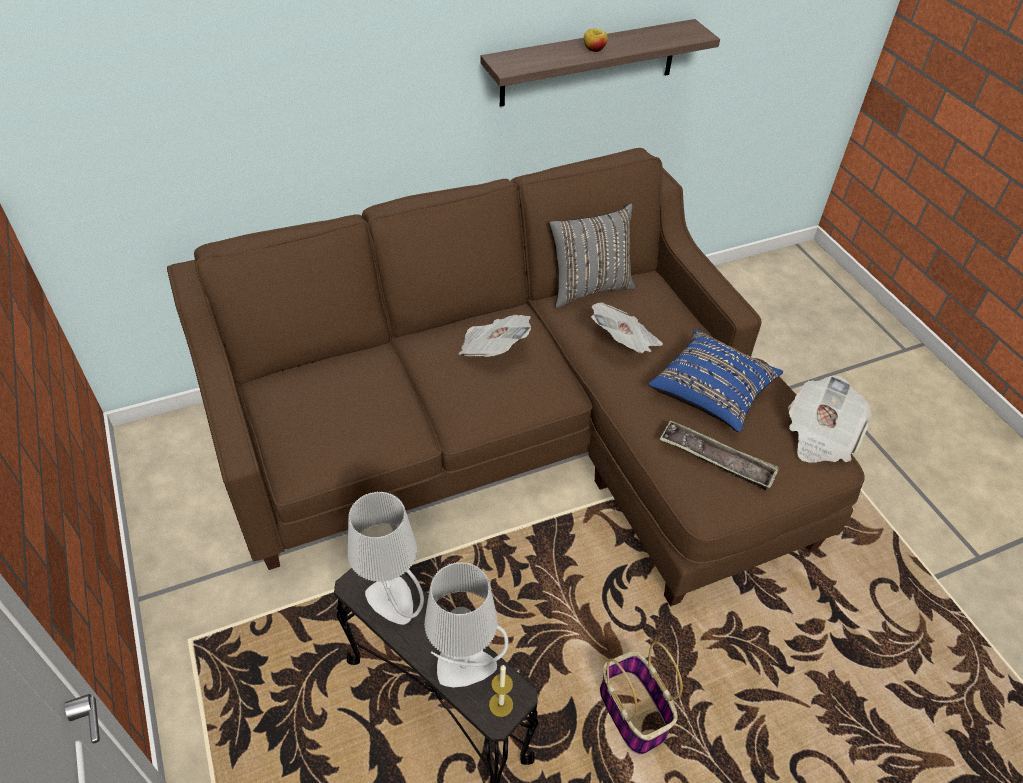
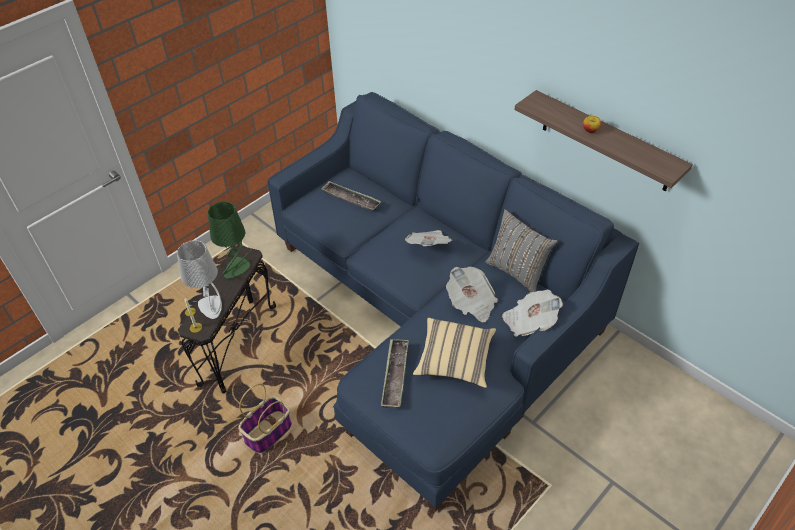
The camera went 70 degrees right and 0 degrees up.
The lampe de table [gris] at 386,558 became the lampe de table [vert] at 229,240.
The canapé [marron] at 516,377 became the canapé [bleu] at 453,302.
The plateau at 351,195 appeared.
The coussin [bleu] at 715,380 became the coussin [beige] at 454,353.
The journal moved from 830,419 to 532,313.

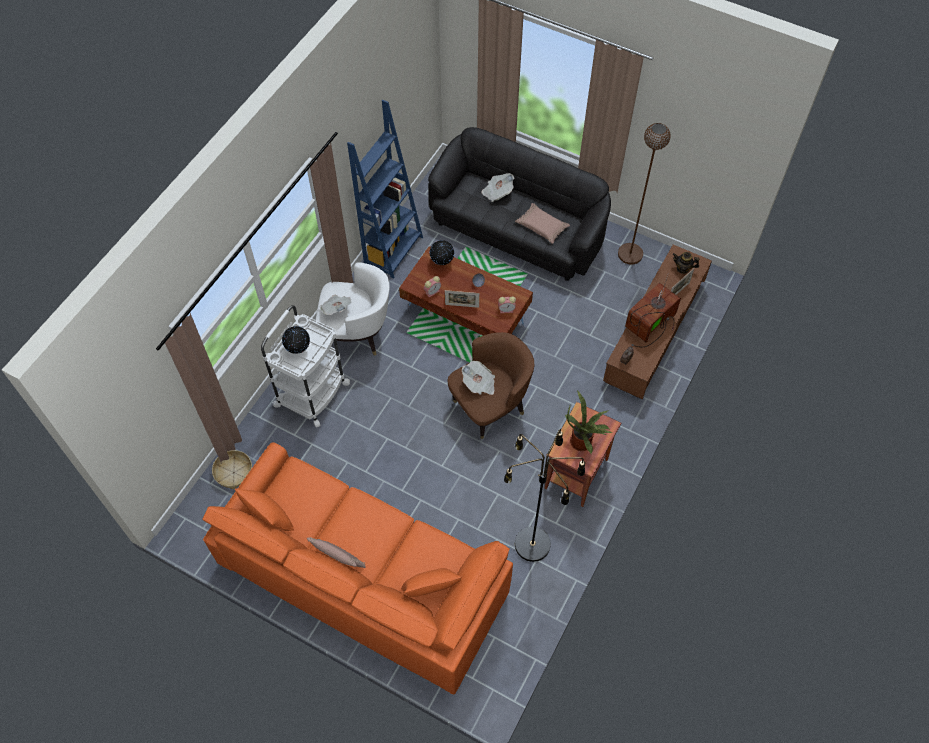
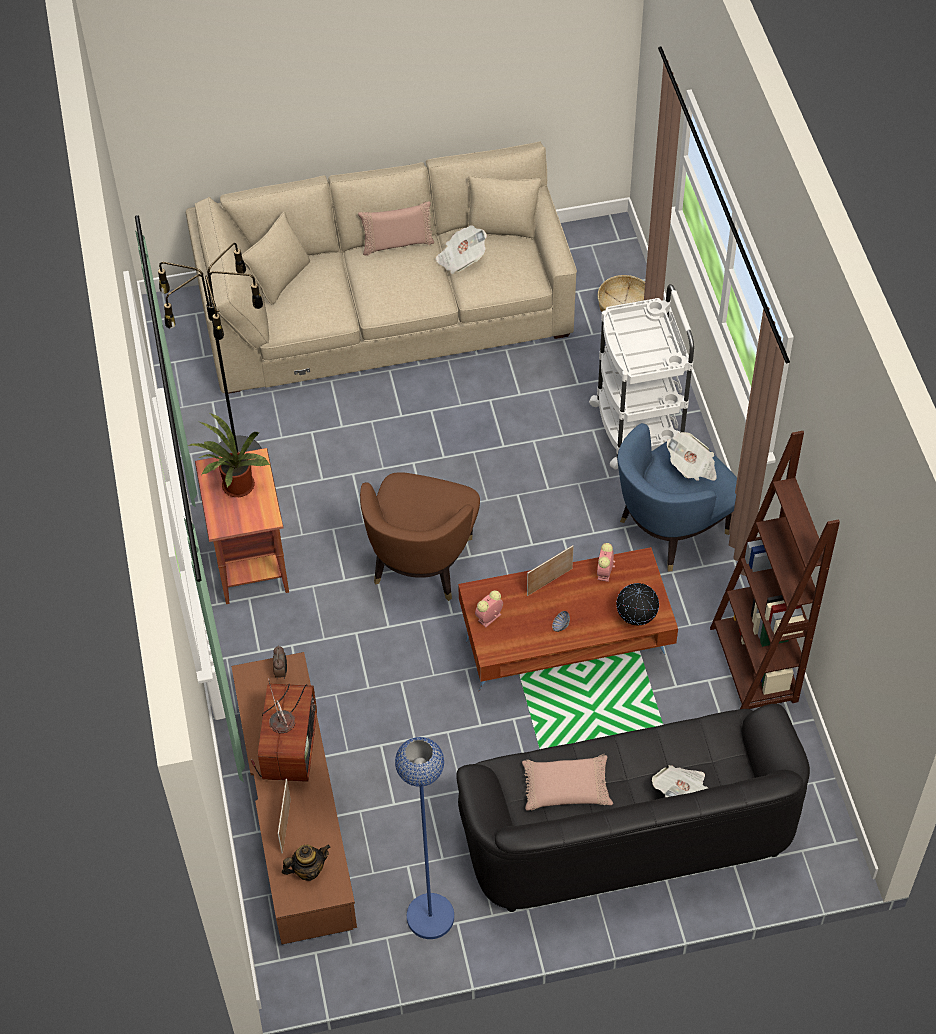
The camera went 140 degrees right and 5 degrees down.
The canapé [orange] at 357,568 became the canapé [beige] at 381,267.
The lampadaire [marron] at 644,193 became the lampadaire [bleu] at 424,838.
The journal moved from 478,378 to 461,249.
The fauteuil [blanc] at 353,309 became the fauteuil [bleu] at 677,497.
The bibliothèque [bleu] at 385,189 became the bibliothèque [marron] at 775,570.
The globe at 296,340 disappeared.

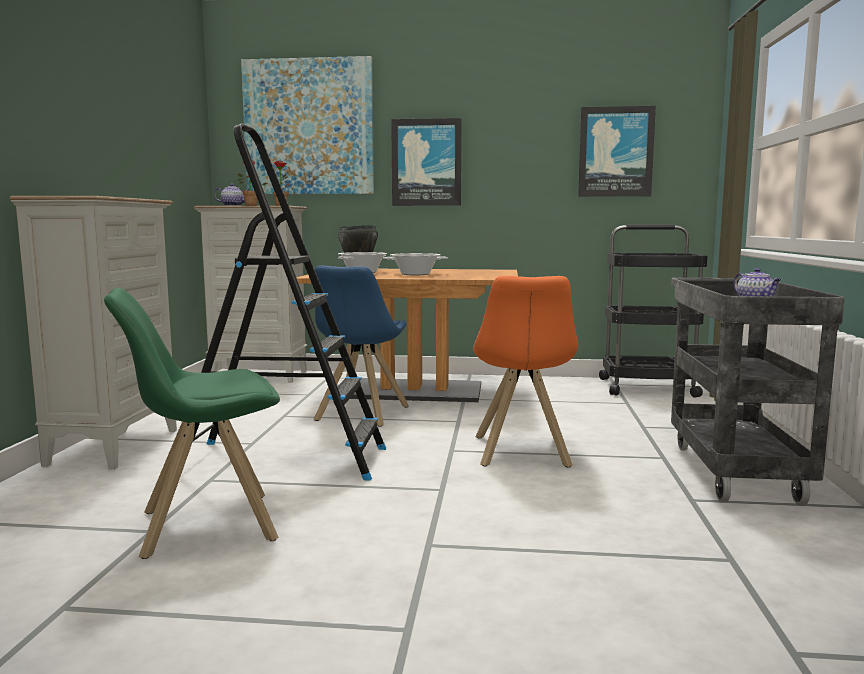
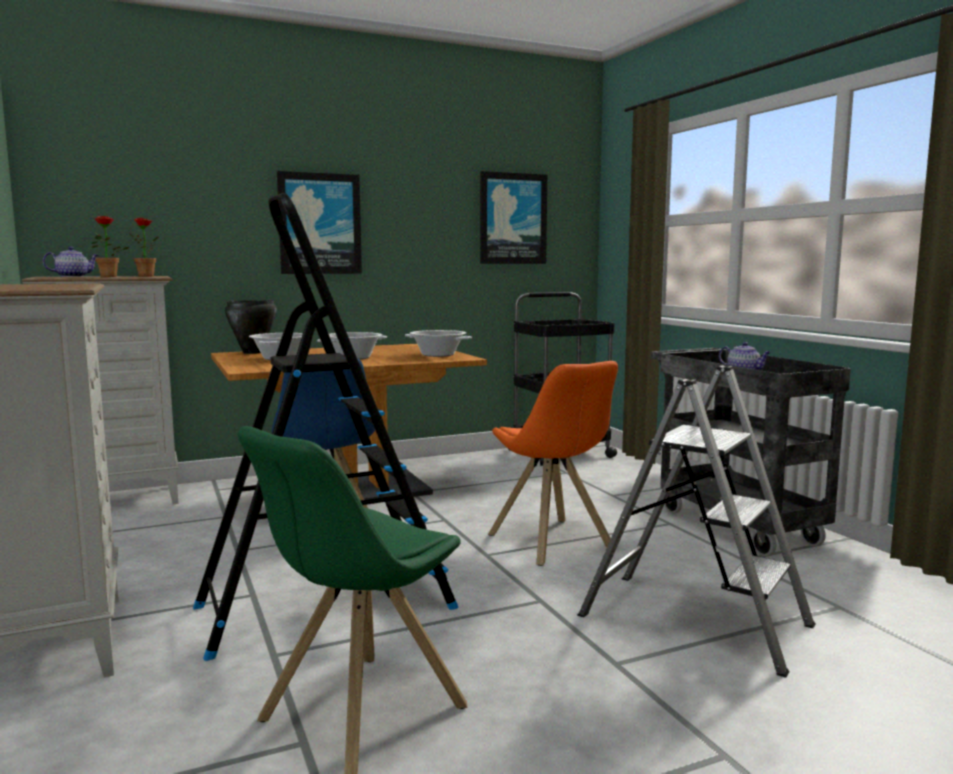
The camera went 30 degrees left and 0 degrees up.
The marmite at 438,343 appeared.
The escabeau [gris] at 696,521 appeared.
The tableau at 307,125 disappeared.

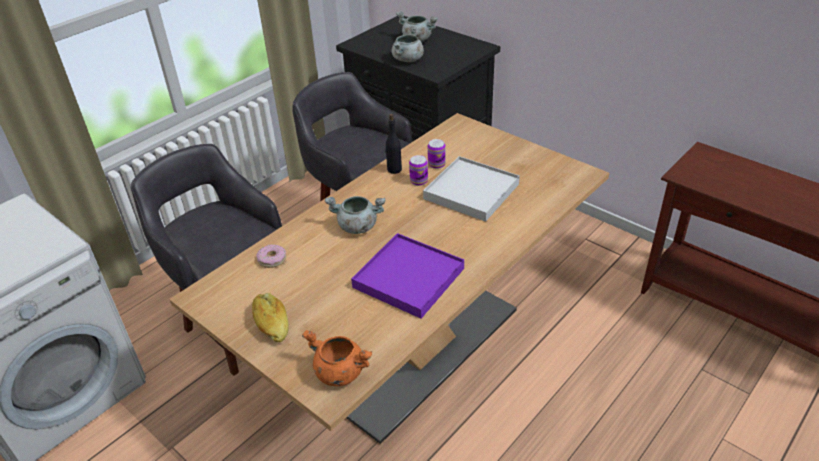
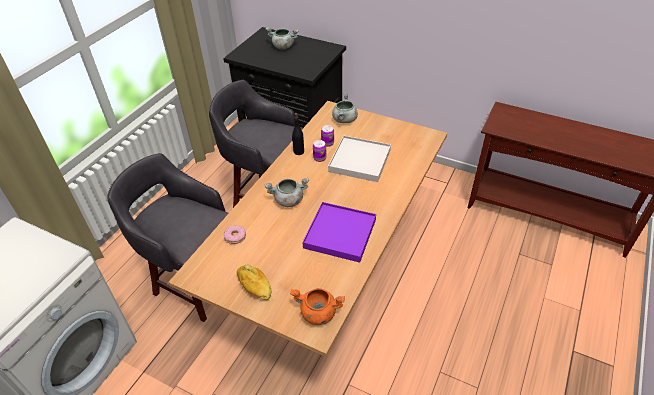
The camera went 15 degrees left and 5 degrees up.
The marmite [gris] moved from 408,44 to 345,108.

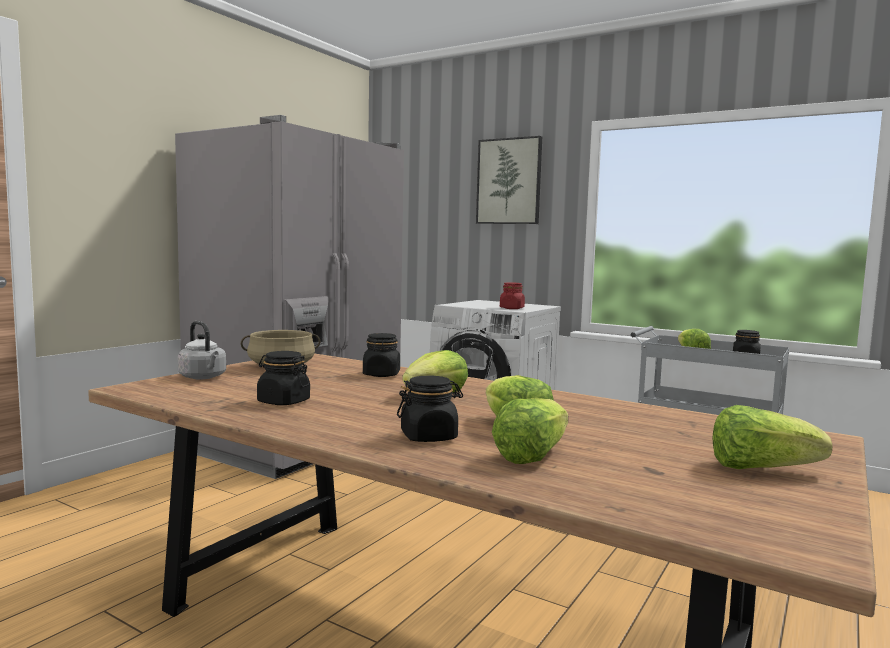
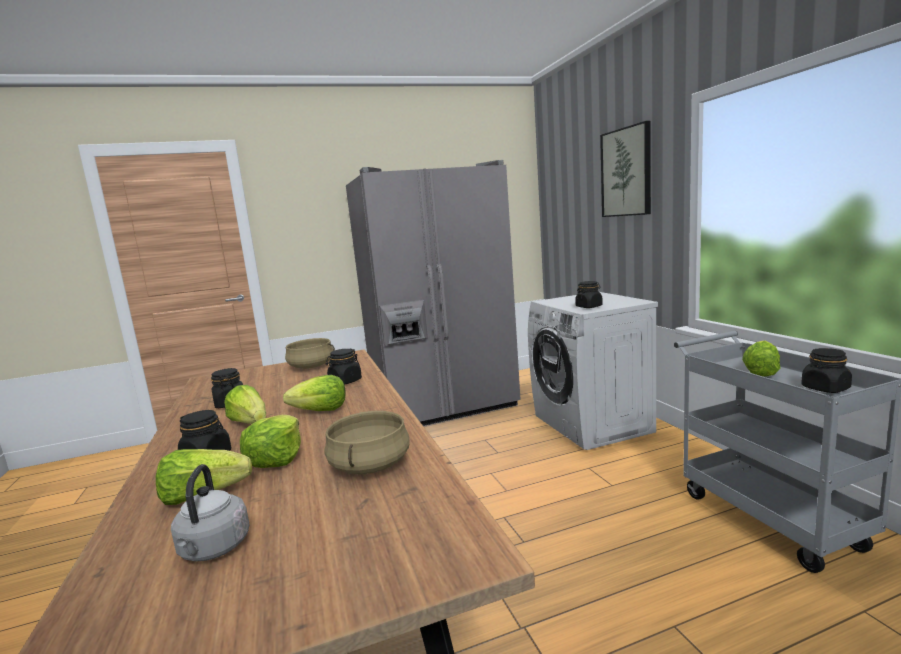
The camera went 40 degrees right and 5 degrees up.
The bouilloire [gris] moved from 202,350 to 210,512.
The laitue moved from 773,437 to 245,404.
The marmite [beige] at 367,443 appeared.
The bocal [rouge] at 512,295 became the bocal [noir] at 589,294.

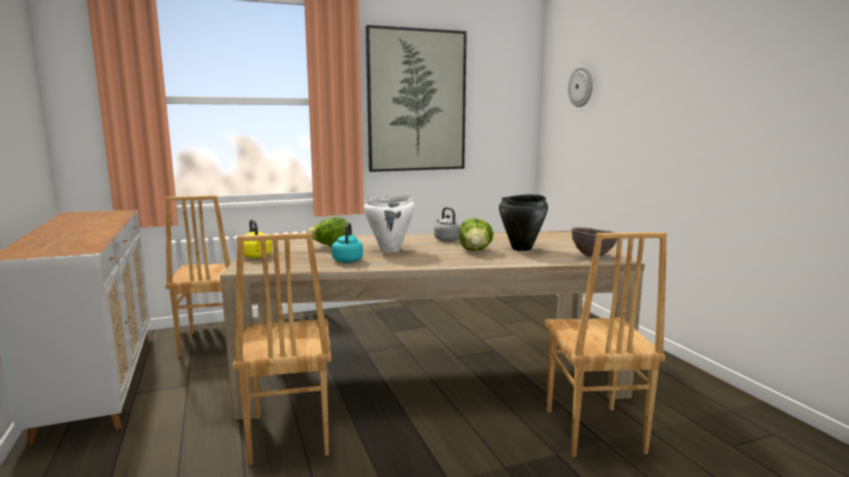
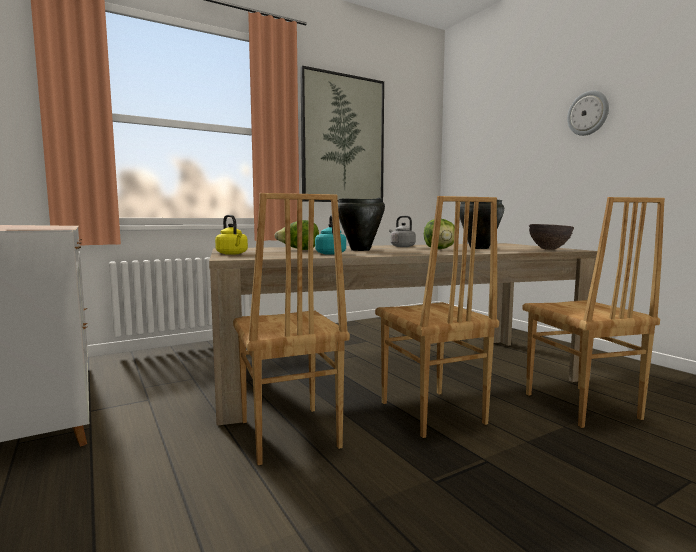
The camera went 10 degrees left and 5 degrees down.
The marmite [blanc] at 389,224 became the marmite [noir] at 361,224.
The chaise [marron] moved from 198,276 to 437,317.
The horloge murale moved from 580,86 to 588,113.

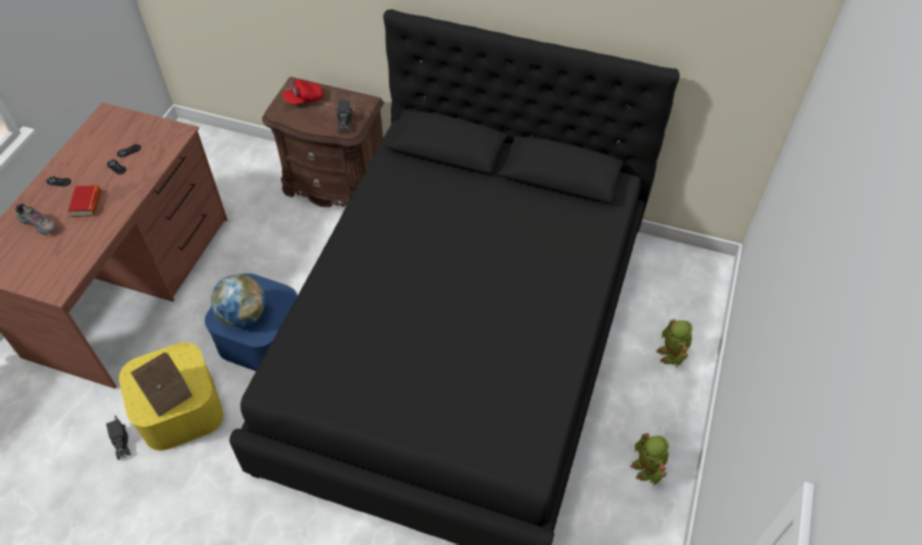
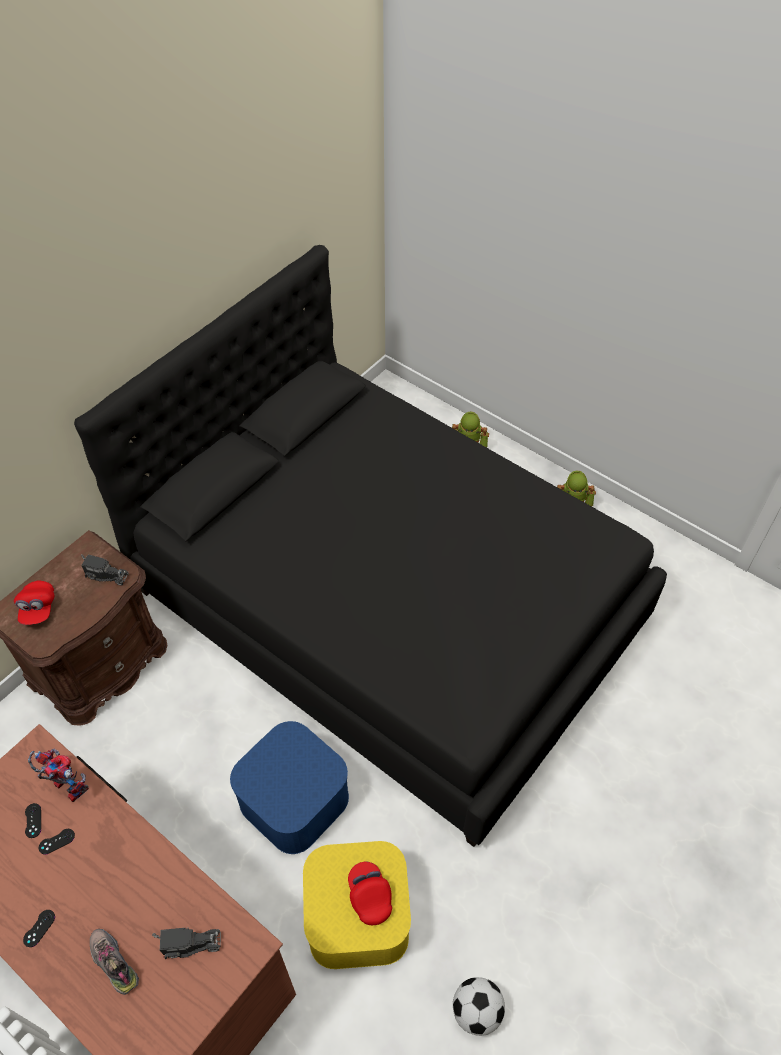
The camera went 70 degrees left and 0 degrees up.
The robot jouet at 58,775 appeared.
The chaussure at 36,219 turned 90 degrees counterclockwise.
The camion jouet moved from 118,438 to 186,943.
The maison miniature at 161,384 was replaced by the casquette [rouge] at 370,893.
The ballon de foot at 479,1006 appeared.
The livre at 84,201 disappeared.
The globe at 238,301 disappeared.

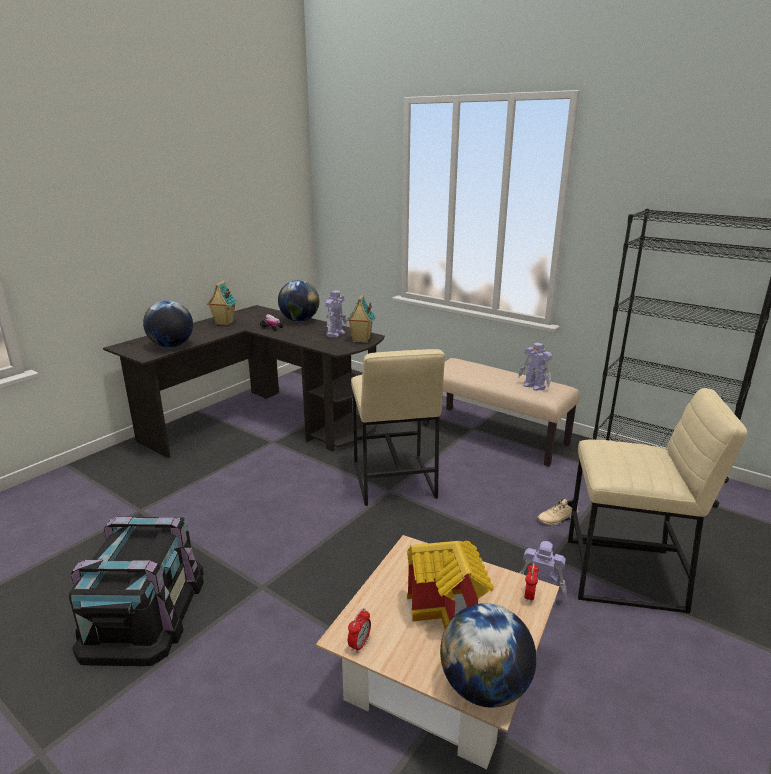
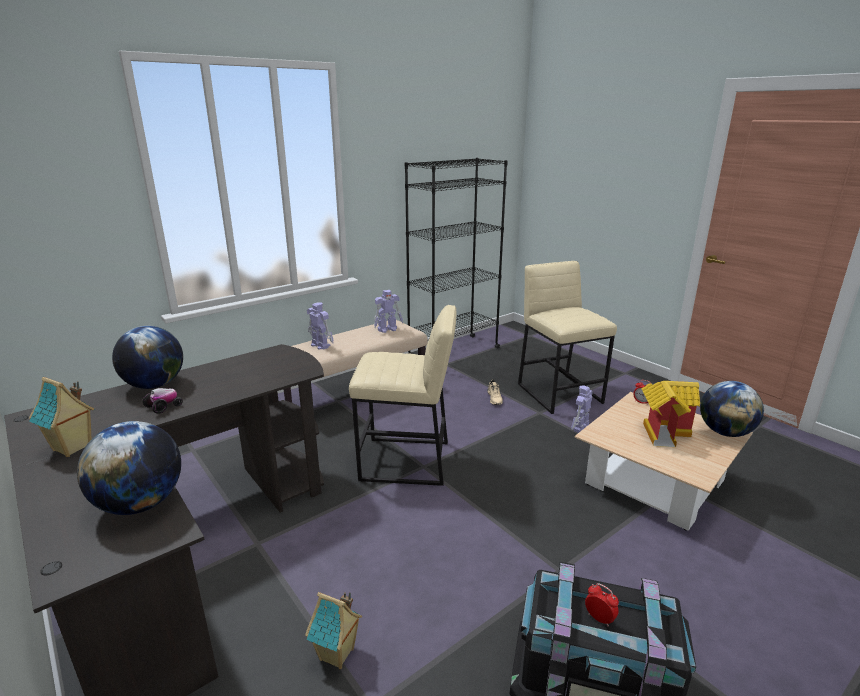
The camera went 75 degrees left and 0 degrees up.
The maison miniature moved from 361,318 to 333,630.
The robot jouet moved from 336,313 to 320,326.
The chaise [beige] at 657,500 turned 45 degrees counterclockwise.
The réveil moved from 359,630 to 602,605.

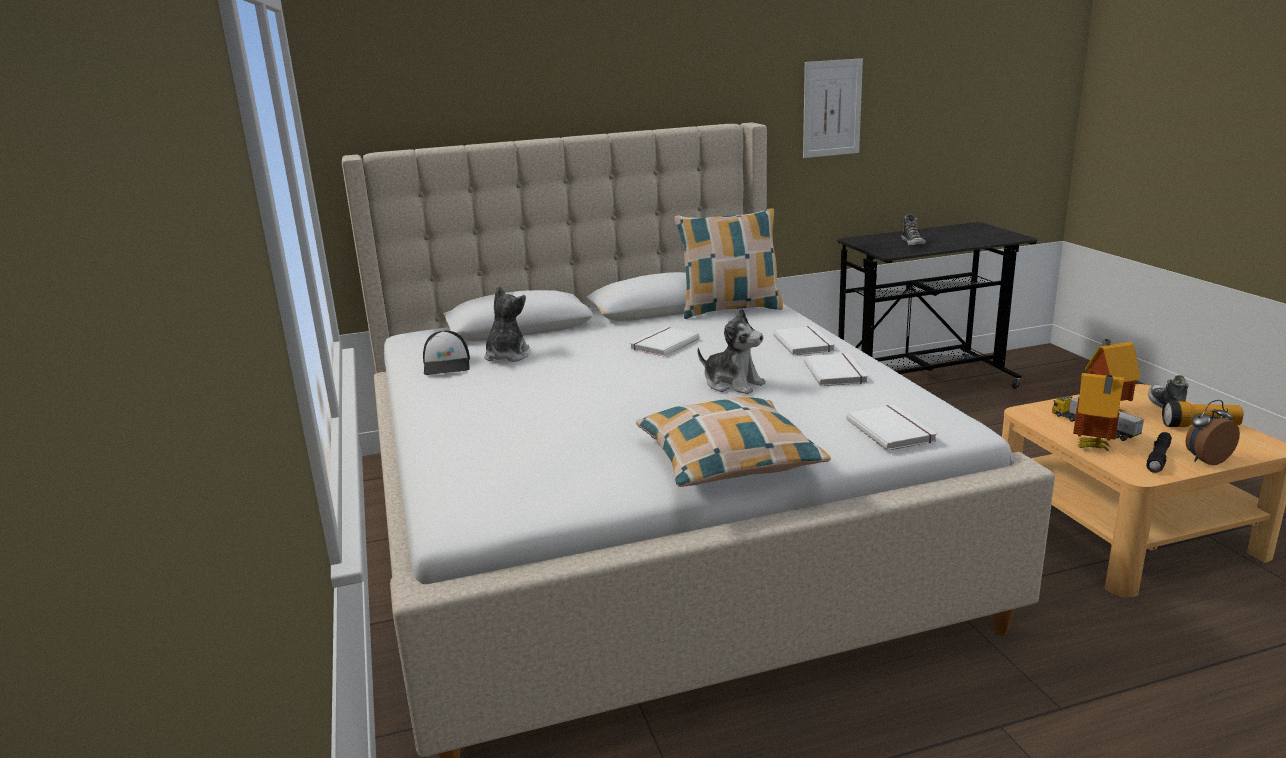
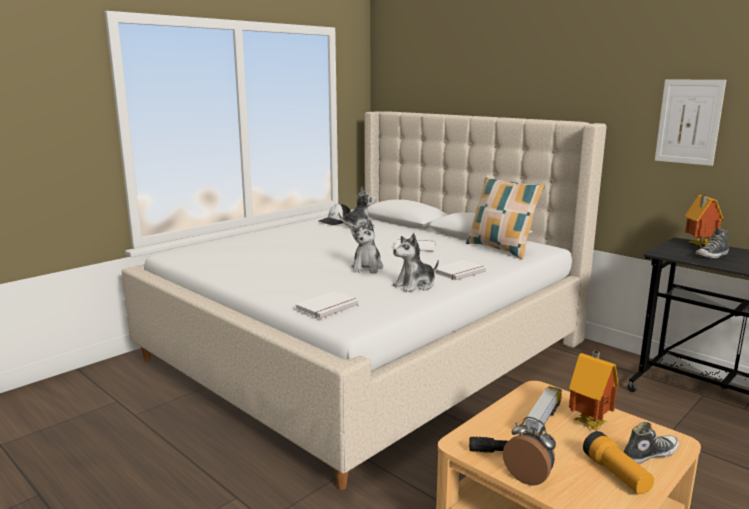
The camera went 60 degrees right and 5 degrees down.
The livre [blanc] at 836,369 was replaced by the peluche at 416,262.
The maison miniature moved from 1098,412 to 704,221.
The coussin at 733,442 disappeared.

